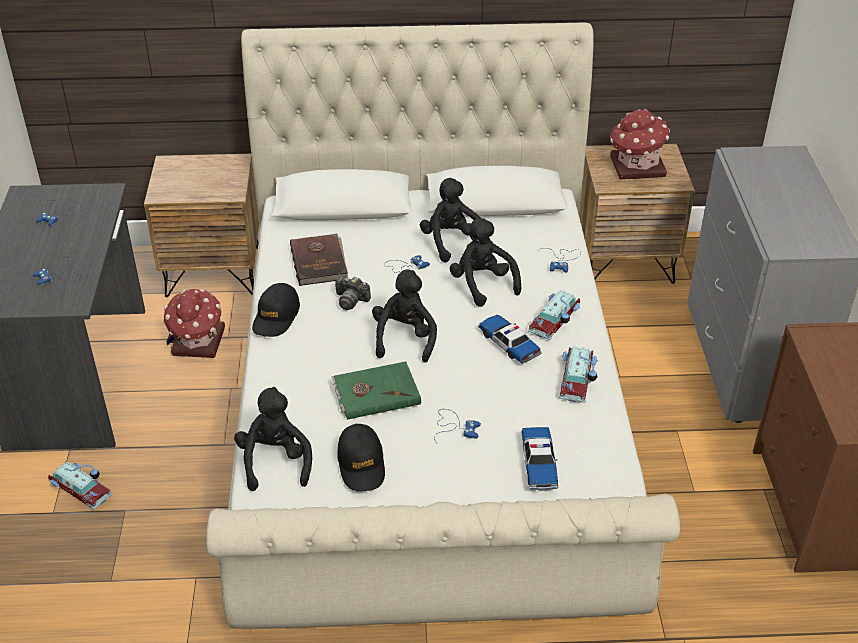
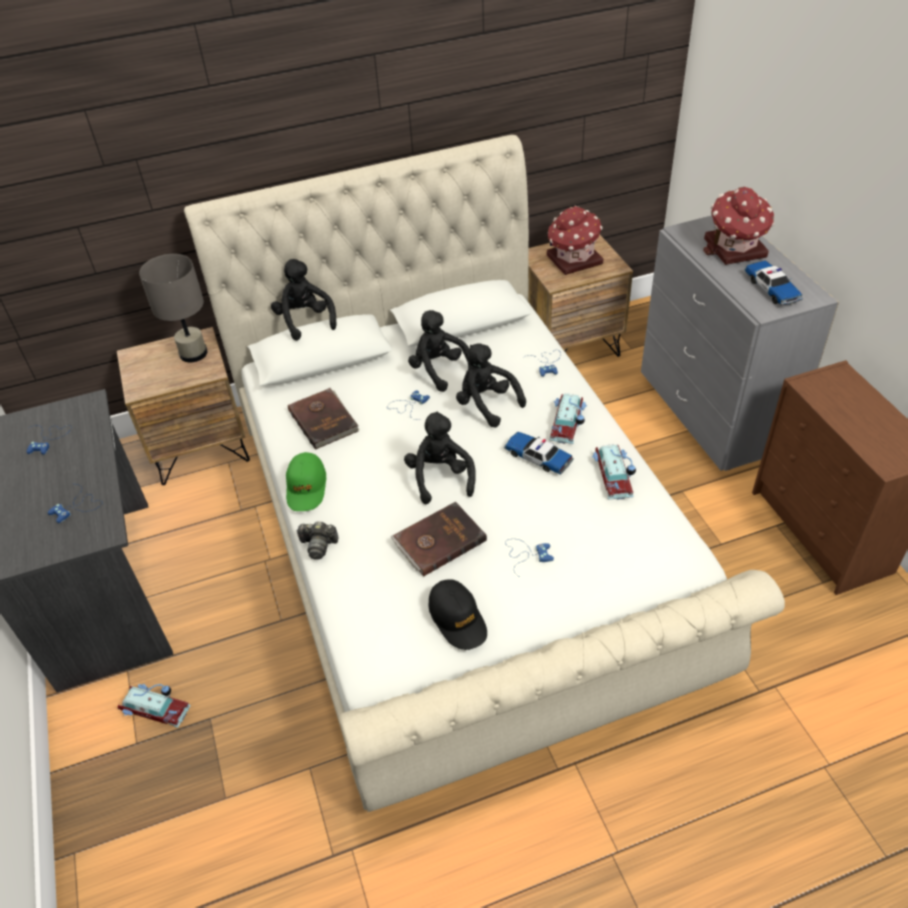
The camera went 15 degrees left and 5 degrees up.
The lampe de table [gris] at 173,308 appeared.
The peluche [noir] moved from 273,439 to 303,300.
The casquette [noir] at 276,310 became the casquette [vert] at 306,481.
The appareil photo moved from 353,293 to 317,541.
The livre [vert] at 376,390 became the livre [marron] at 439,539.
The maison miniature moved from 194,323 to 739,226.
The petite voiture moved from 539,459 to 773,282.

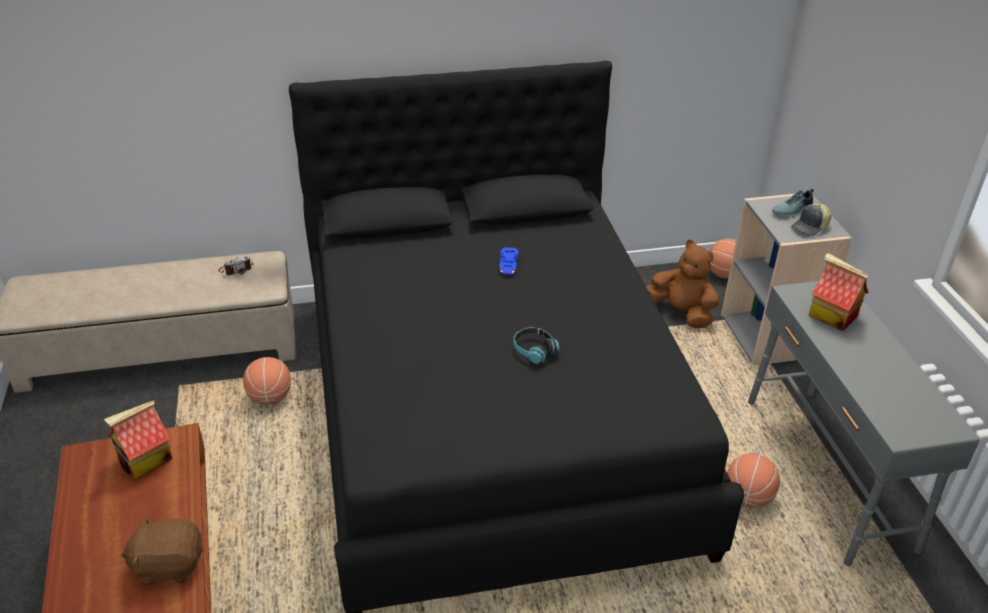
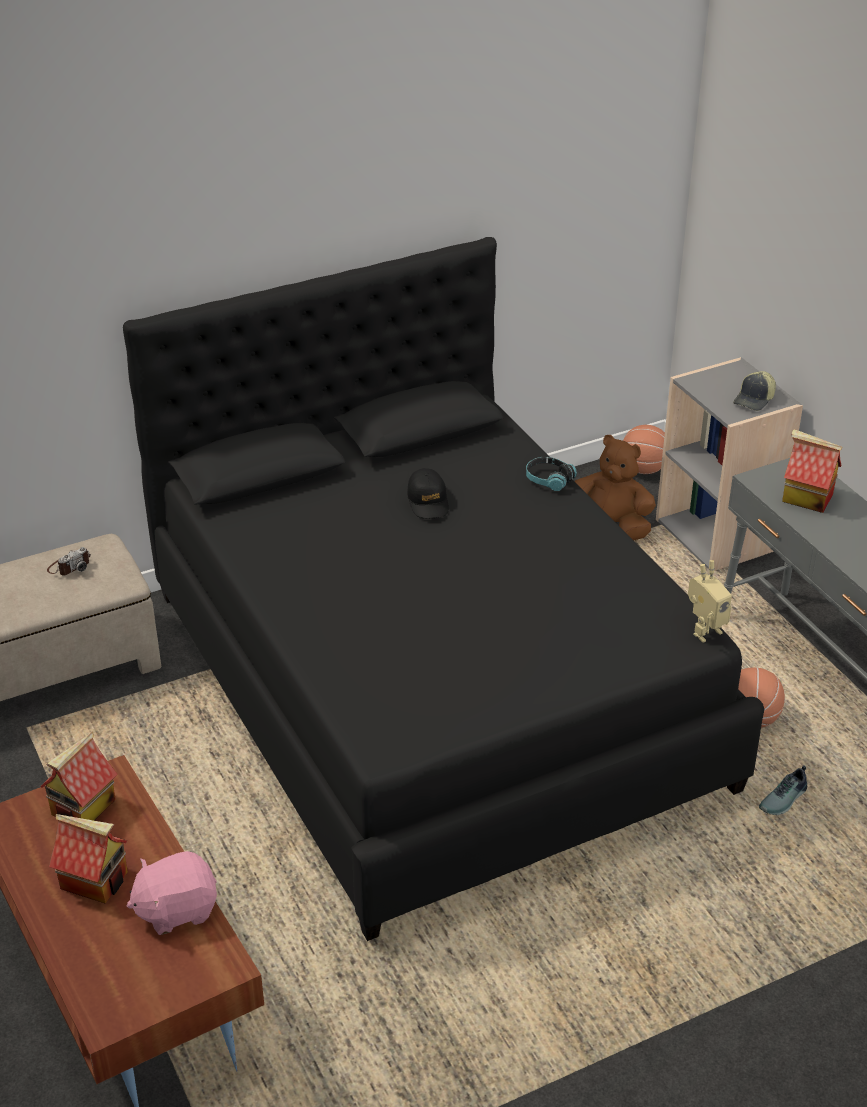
The camera went 15 degrees left and 0 degrees up.
The maison miniature at 88,859 appeared.
The peluche [marron] at 162,551 became the peluche [rose] at 172,893.
The petite voiture [bleu] at 509,261 was replaced by the casquette [noir] at 428,493.
The casque audio moved from 536,345 to 551,474.
The robot jouet at 710,601 appeared.
The chaussure moved from 793,202 to 783,790.
The ballon de basket at 267,381 disappeared.

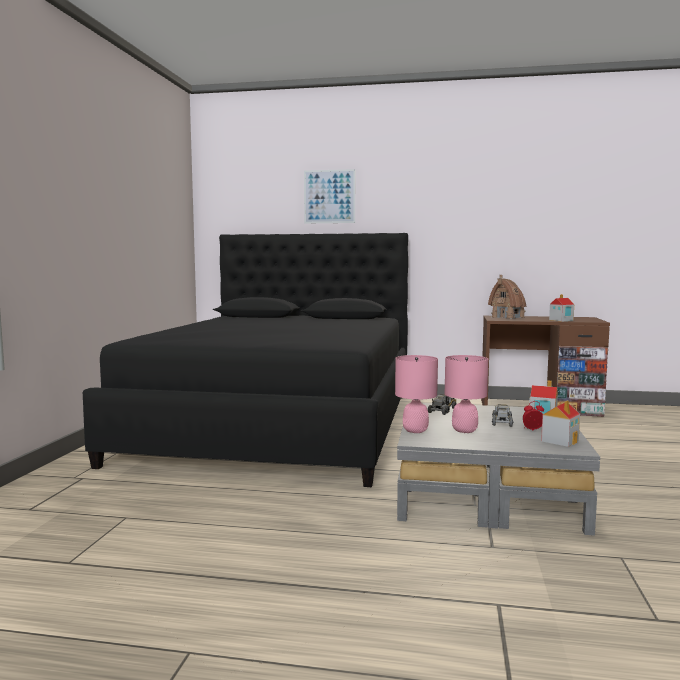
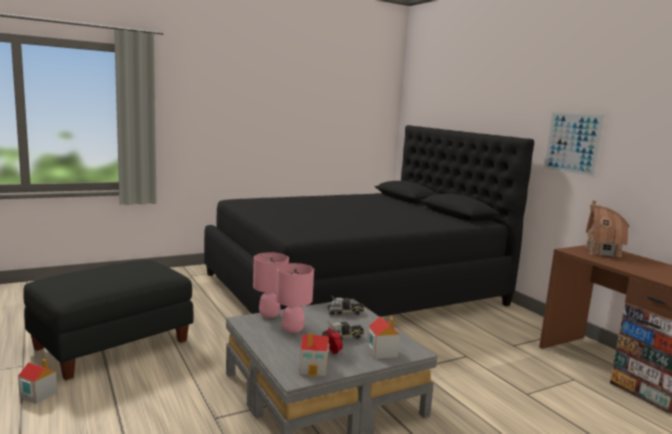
The camera went 50 degrees right and 5 degrees up.
The maison miniature moved from 561,307 to 37,381.
The pouf [noir] at 108,320 appeared.
The tableau moved from 329,196 to 574,144.

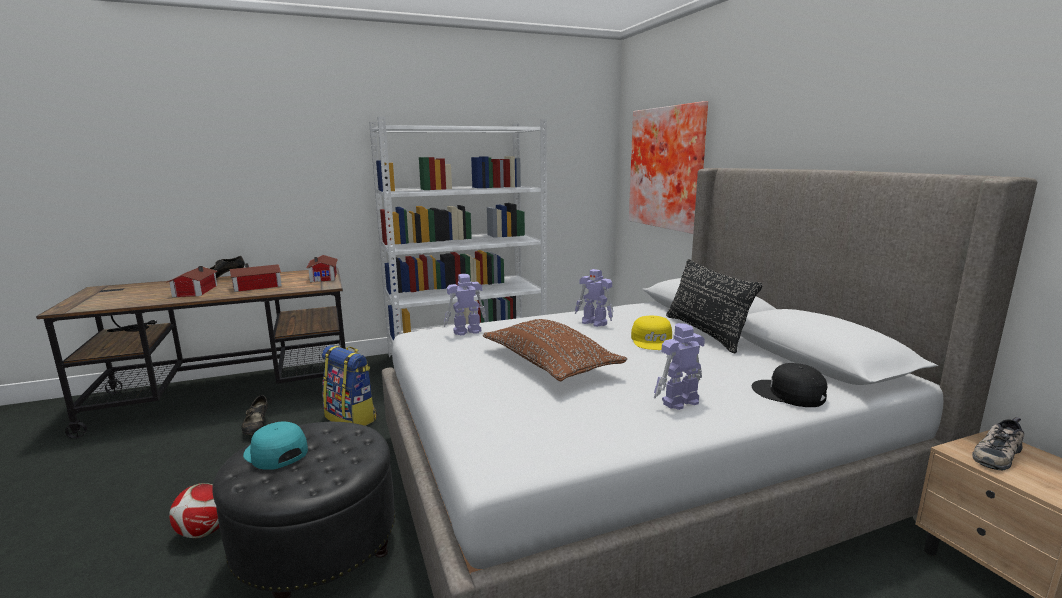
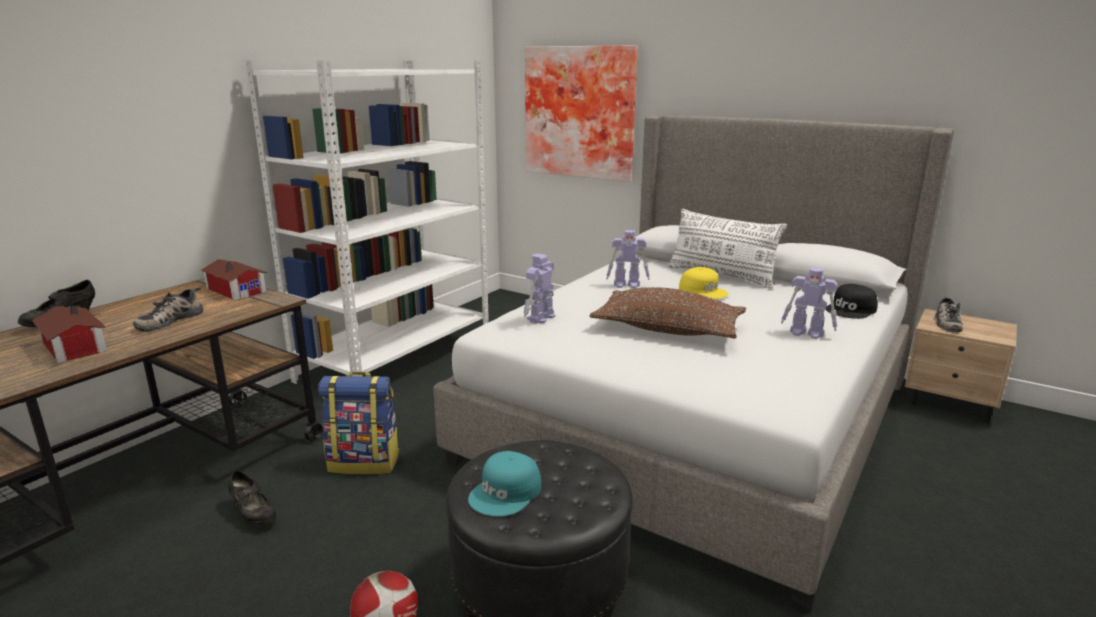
The camera went 35 degrees left and 5 degrees up.
The maison miniature at 256,277 was replaced by the chaussure at 168,309.
The casquette [turquoise] at 275,445 turned 60 degrees counterclockwise.
The coussin [noir] at 714,306 became the coussin [blanc] at 727,248.
The robot jouet at 679,366 turned 90 degrees counterclockwise.
The casquette [noir] at 790,385 turned 45 degrees counterclockwise.

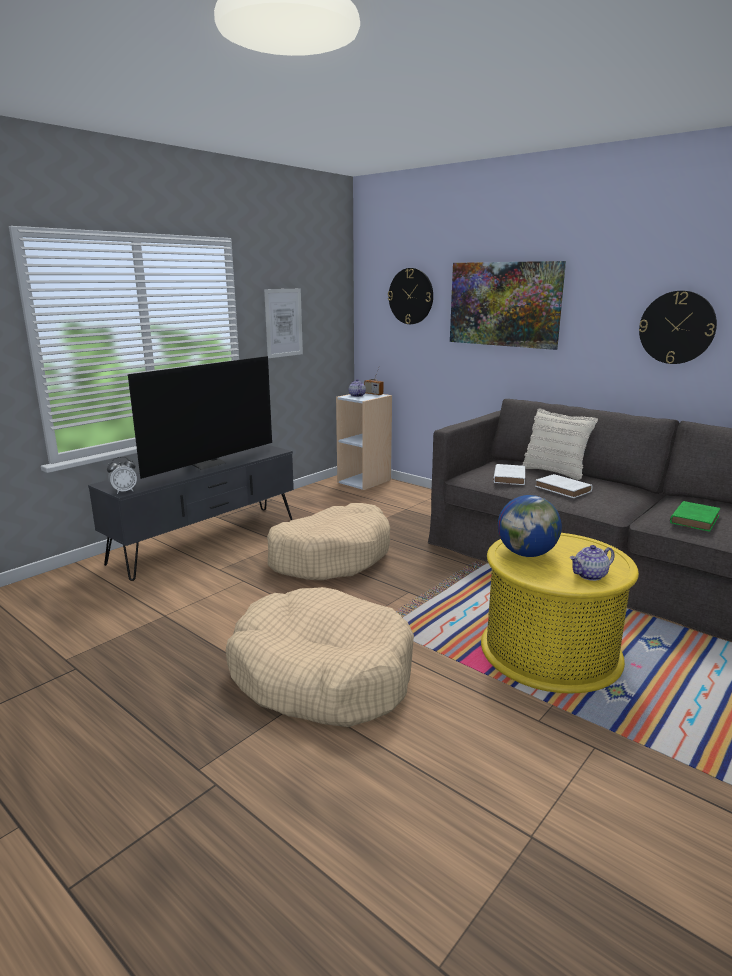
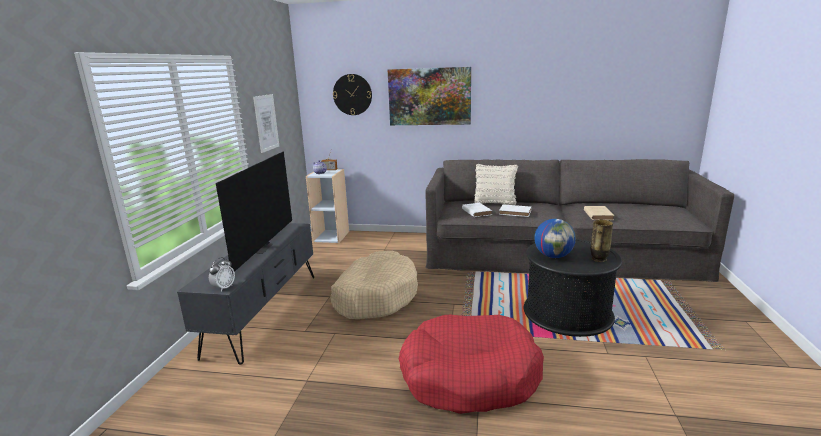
The camera went 30 degrees left and 0 degrees up.
The panier pour chien [beige] at 320,657 became the panier pour chien [rouge] at 471,364.
The table basse [jaune] at 560,613 became the table basse [noir] at 573,288.
The livre [vert] at 695,516 became the livre [beige] at 599,213.
The théière at 592,563 was replaced by the vase at 602,241.
The horloge murale at 678,327 disappeared.

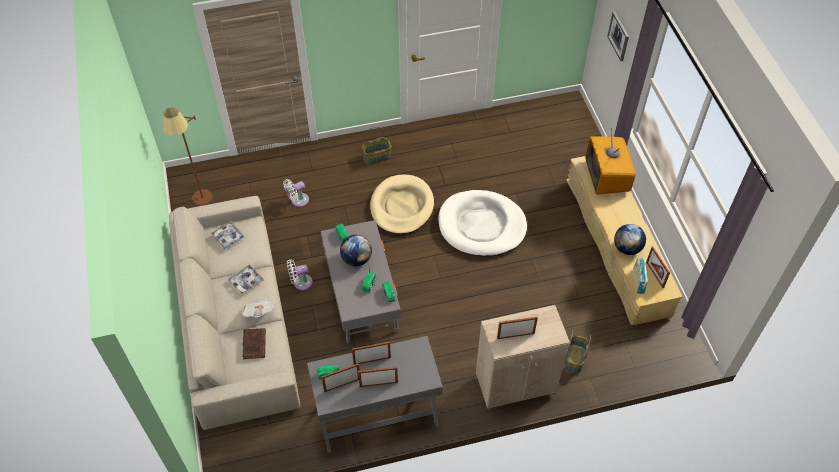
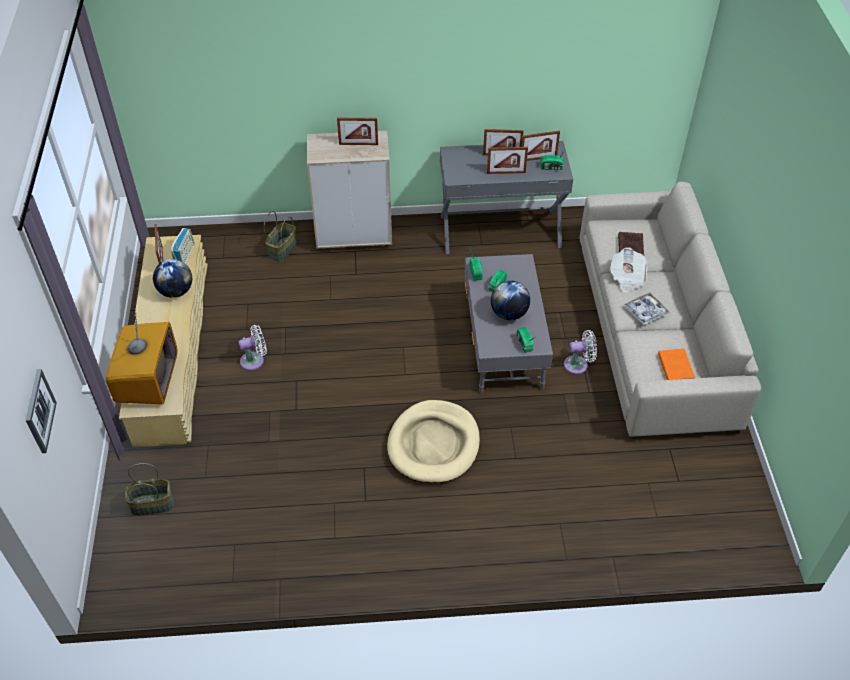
The camera went 170 degrees left and 5 degrees down.
The panier moved from 376,145 to 149,489.
The ventilateur [blanc] moved from 296,193 to 252,348.
The plateau at 228,235 was replaced by the livre [orange] at 676,364.
The lampadaire [marron] at 188,156 disappeared.
The panier pour chien [blanc] at 482,223 disappeared.

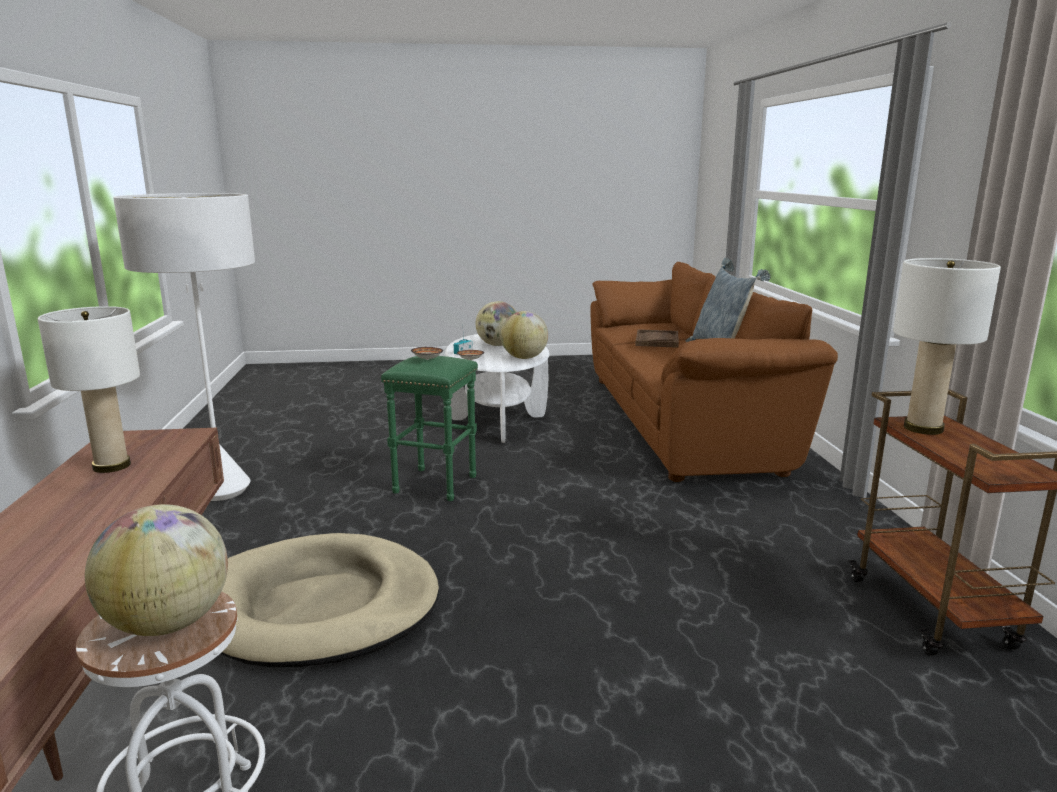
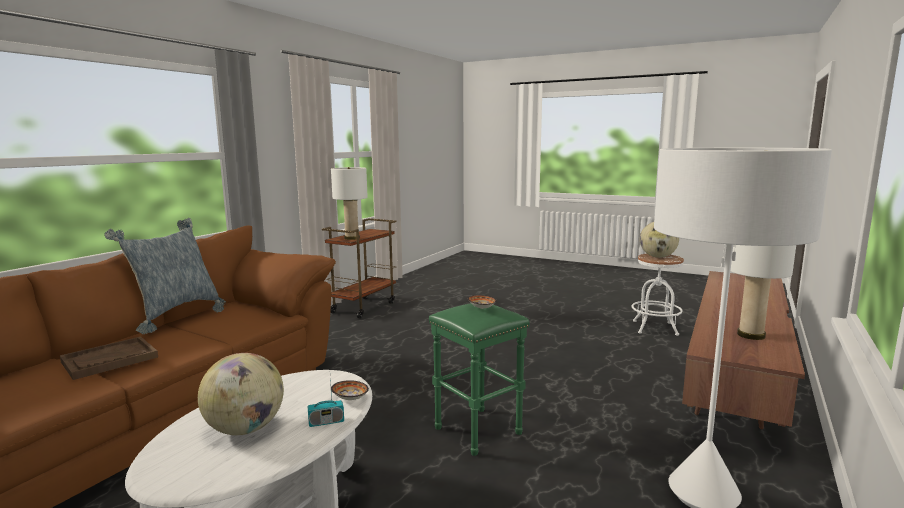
The camera went 145 degrees left and 5 degrees down.
The panier pour chien [beige] at 329,600 disappeared.
The globe at 524,335 disappeared.

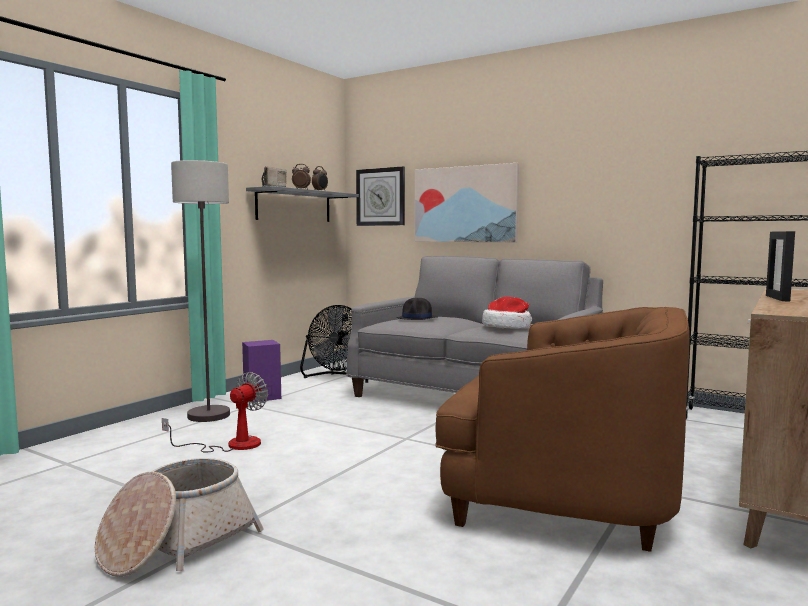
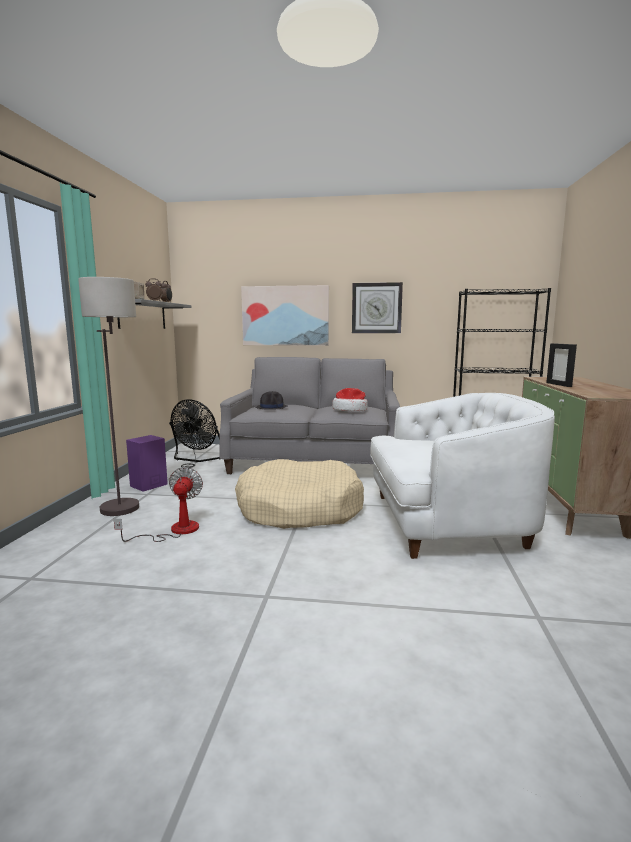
The camera went 25 degrees left and 5 degrees up.
The ventilateur [noir] at 334,344 turned 150 degrees counterclockwise.
The panier pour chien [beige] at 299,494 appeared.
The horloge murale moved from 380,196 to 377,307.
The fauteuil [marron] at 562,429 became the fauteuil [blanc] at 462,476.
The panier at 179,517 disappeared.

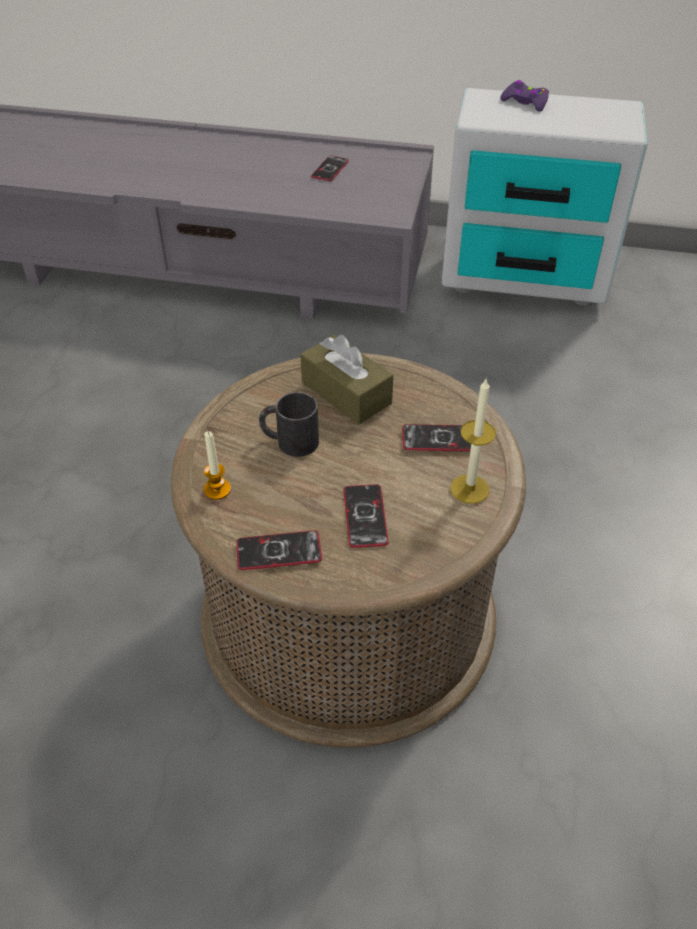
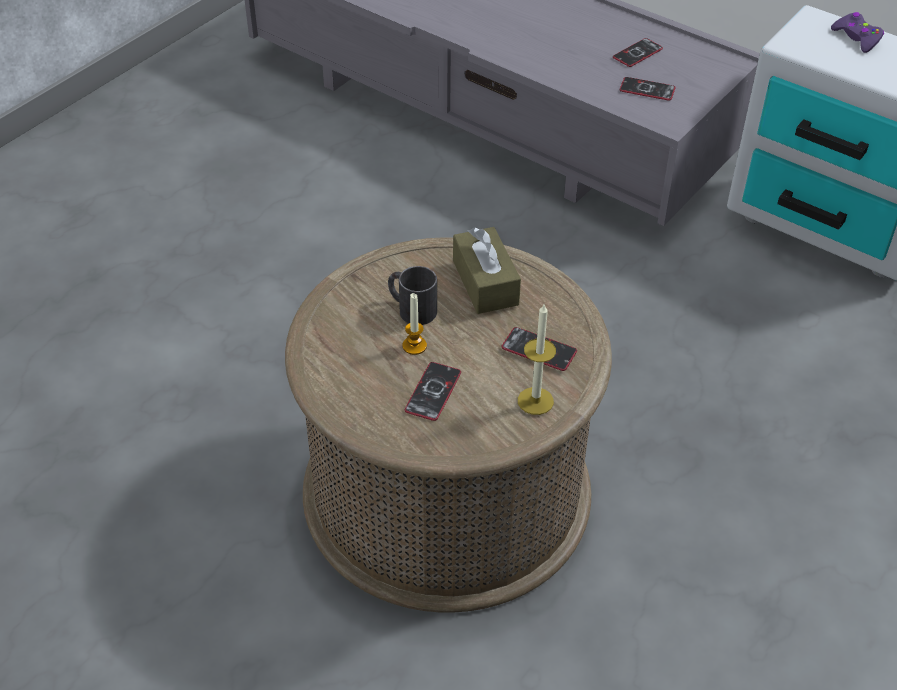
The camera went 25 degrees right and 0 degrees up.
The bougie moved from 217,465 to 414,324.
The téléphone moved from 279,550 to 648,89.

